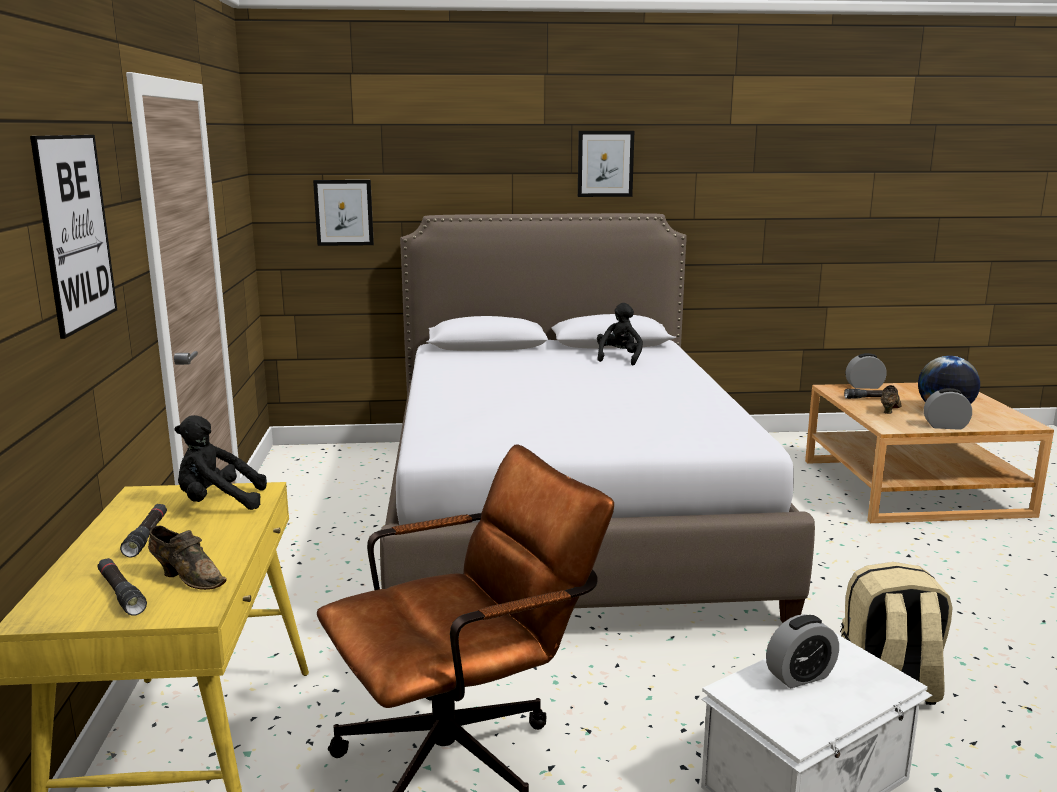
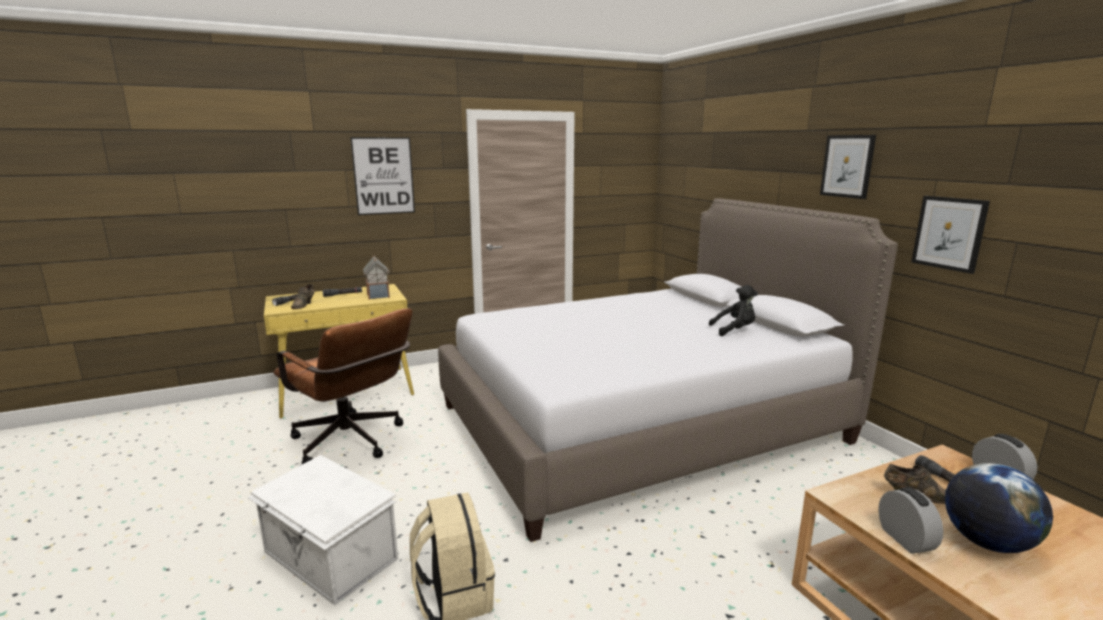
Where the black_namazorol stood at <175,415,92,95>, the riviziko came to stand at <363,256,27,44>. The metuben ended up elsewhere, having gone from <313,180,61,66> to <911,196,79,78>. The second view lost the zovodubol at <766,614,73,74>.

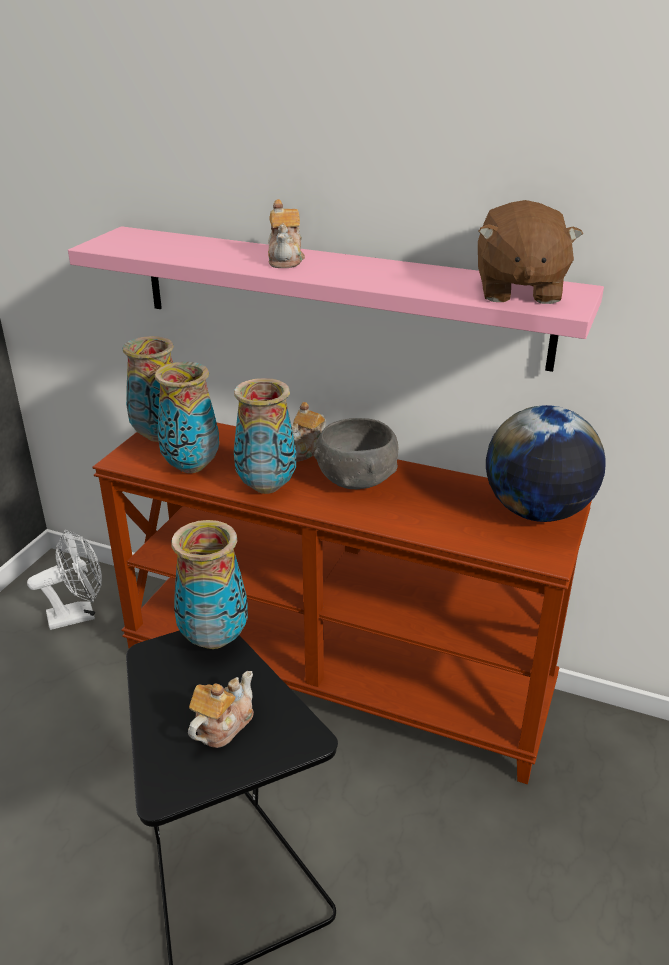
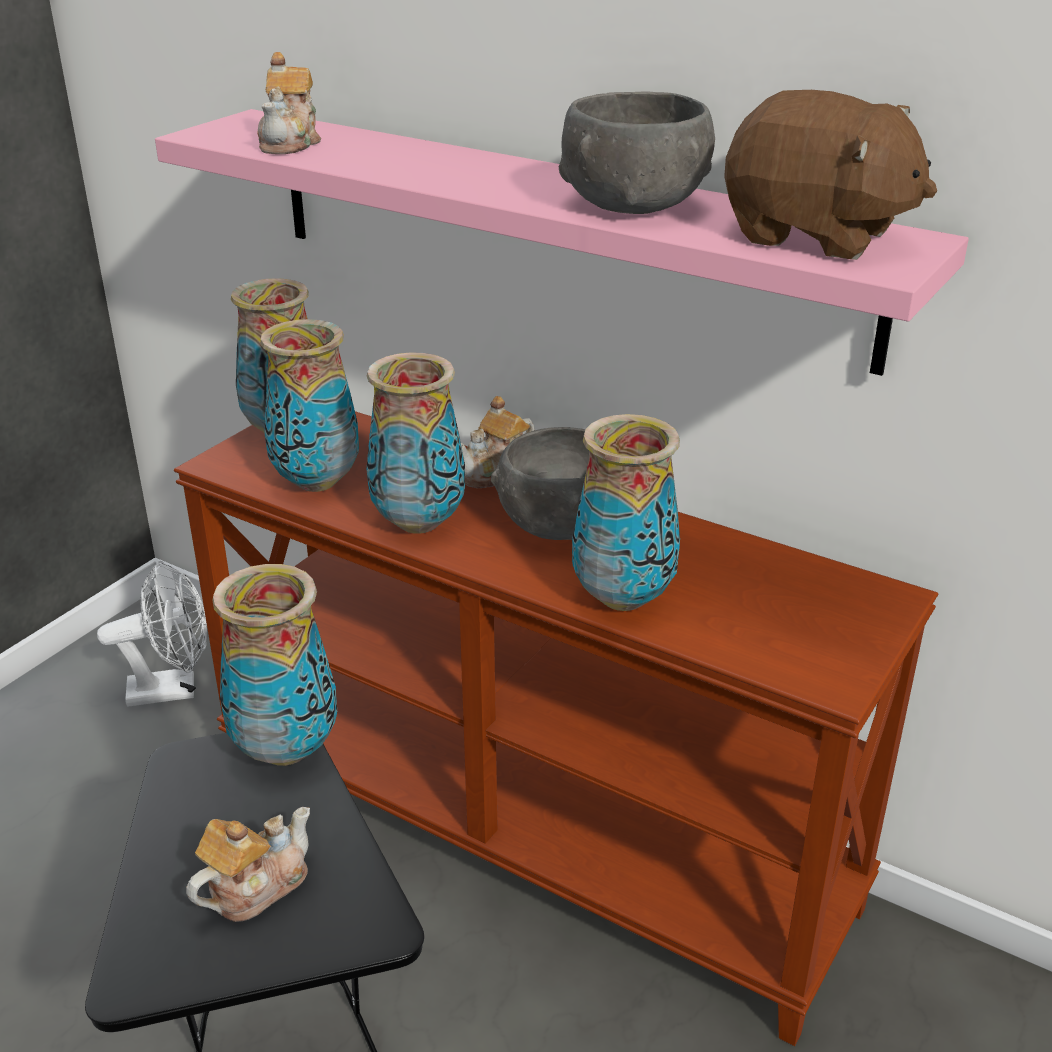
The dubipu ended up elsewhere, having gone from <268,199,37,69> to <257,52,64,102>. The second view gained the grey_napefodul at <559,91,156,123>. The second view gained the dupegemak at <572,414,108,197>. The brown_namazorol at <478,200,105,104> ended up facing another way, 75 degrees counterclockwise from before. The second view lost the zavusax at <486,405,120,117>.

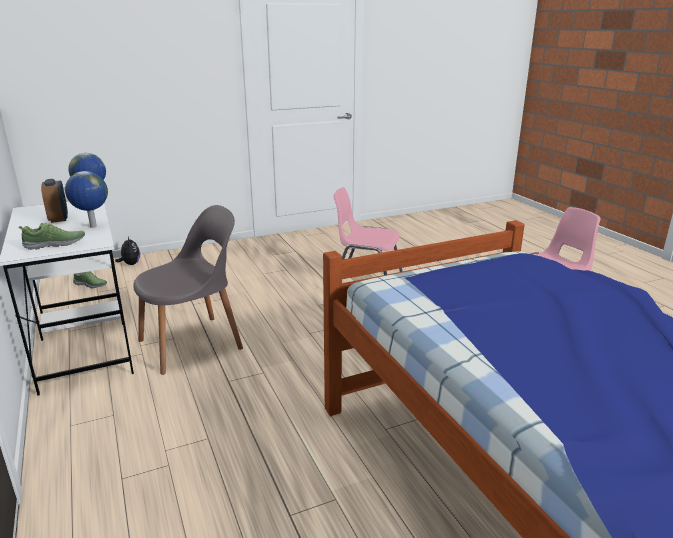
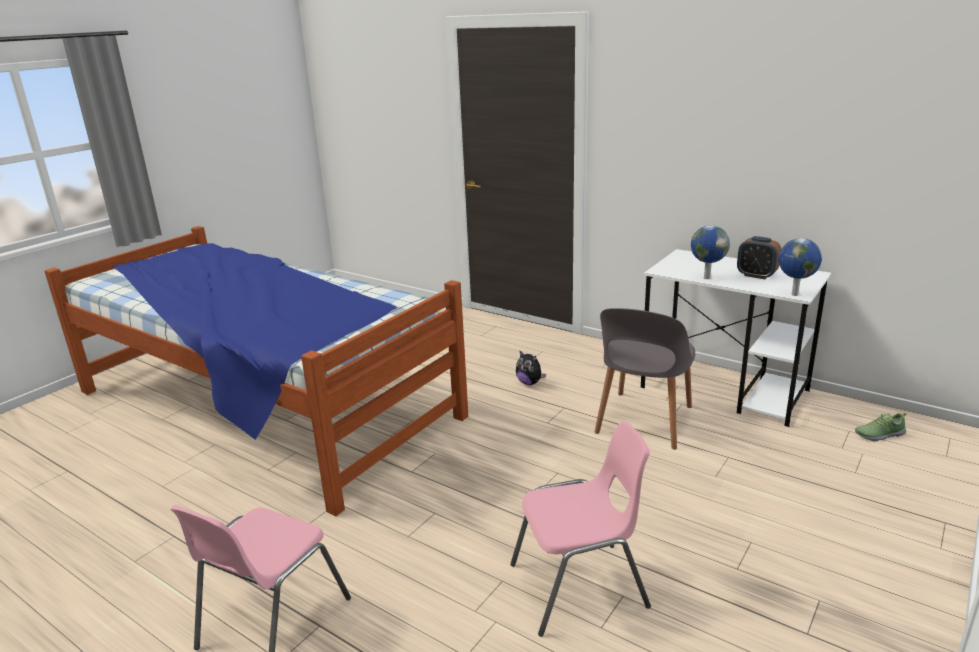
The namazorol ended up elsewhere, having gone from <115,236,25,29> to <516,350,30,35>. The second view lost the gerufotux at <19,223,66,27>.

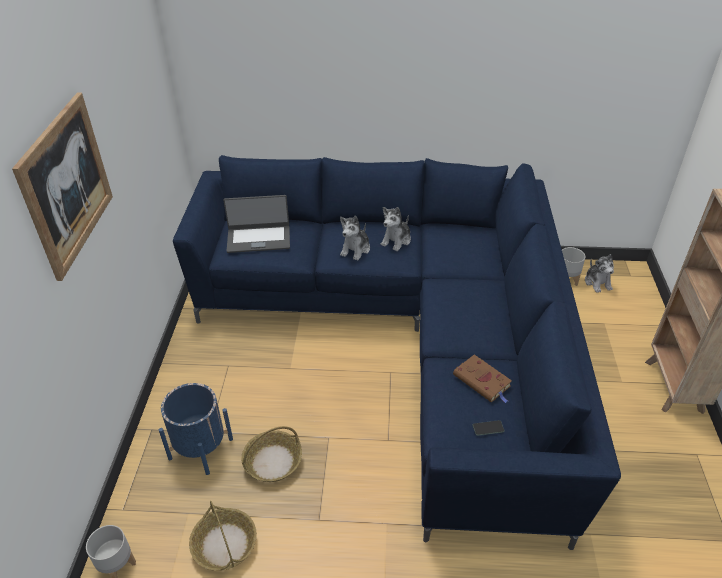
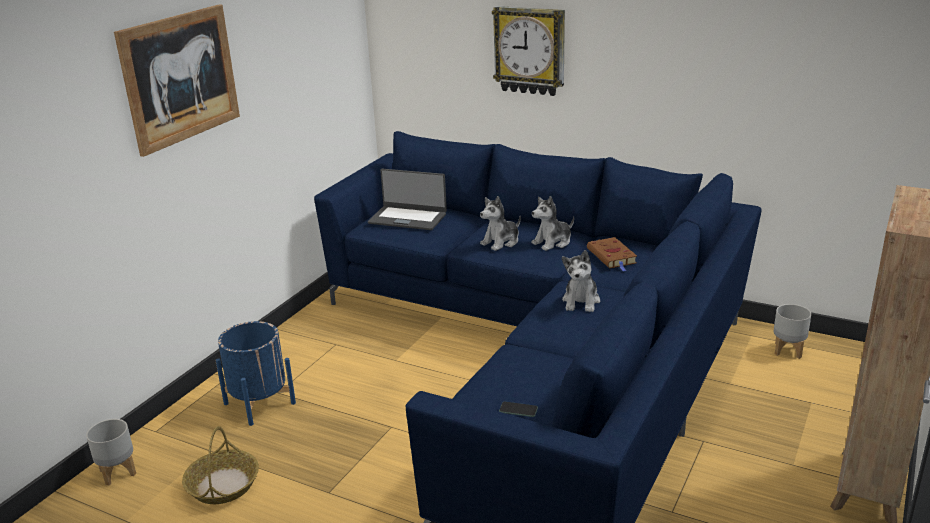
The second view gained the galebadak at <492,6,73,90>. The namazorol ended up elsewhere, having gone from <585,254,29,39> to <562,250,38,62>. The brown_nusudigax ended up elsewhere, having gone from <453,355,59,48> to <587,237,50,34>. The second view lost the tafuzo at <241,426,61,56>.

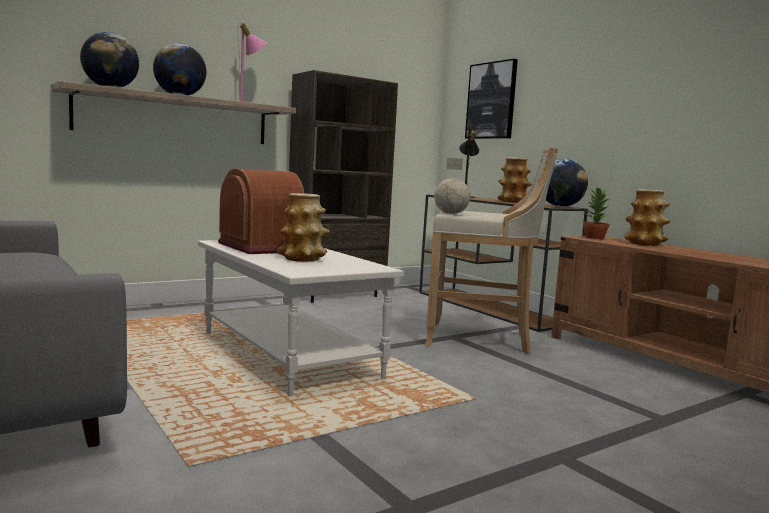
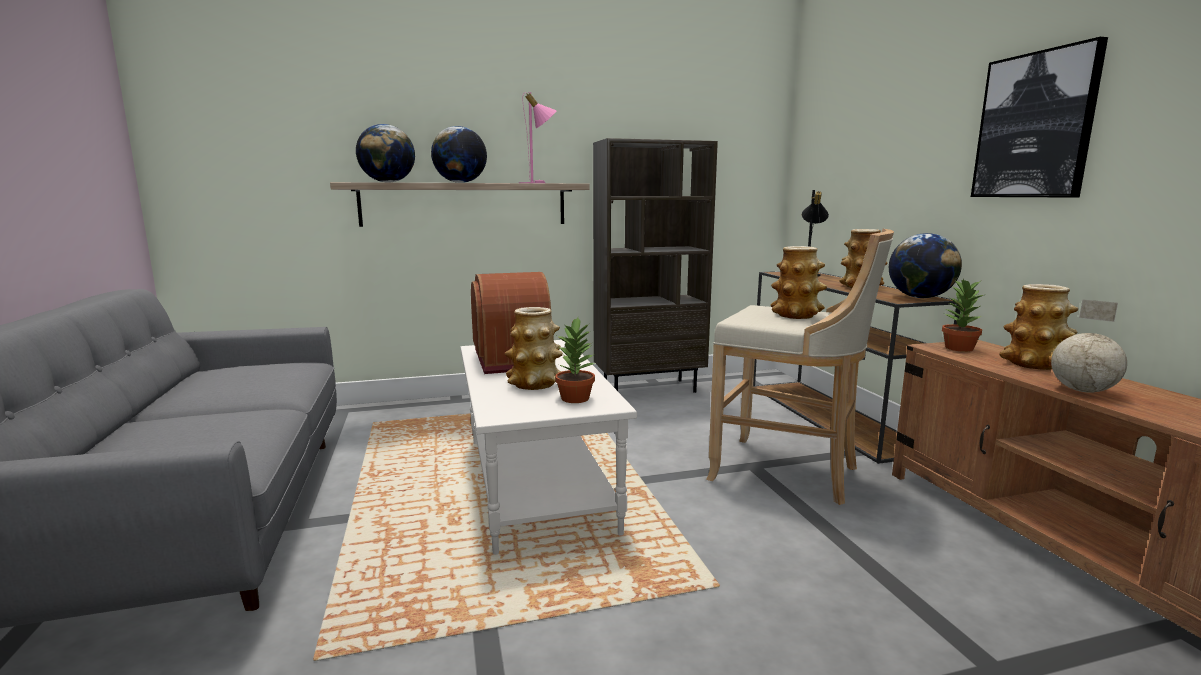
The second view gained the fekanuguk at <555,317,40,86>. The second view gained the dupegemak at <771,246,56,73>. The metuben ended up elsewhere, having gone from <465,59,53,80> to <971,37,137,160>. The zavusax ended up elsewhere, having gone from <434,158,36,56> to <1051,299,76,94>.

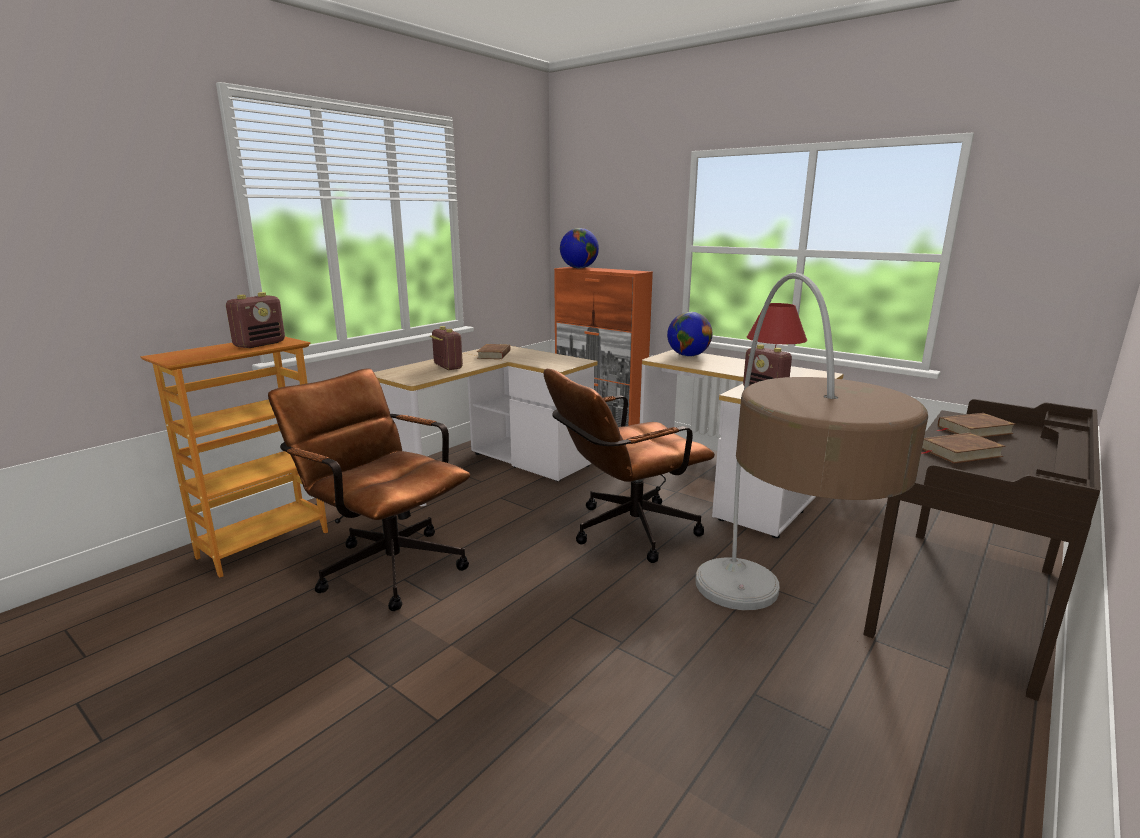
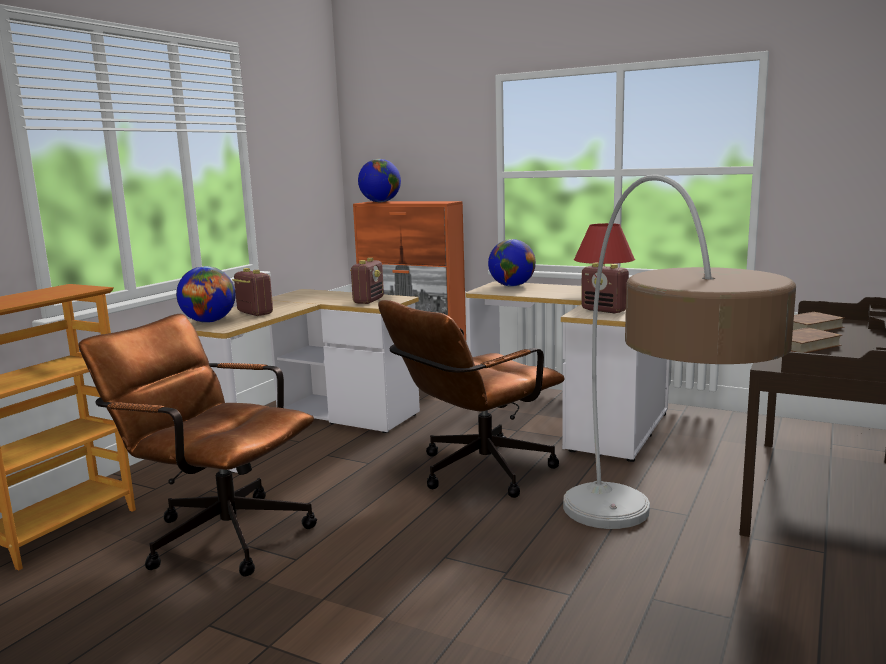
The second view gained the zavusax at <176,266,60,57>. The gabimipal ended up elsewhere, having gone from <226,292,59,56> to <350,258,34,46>. The second view lost the brown_nusudigax at <477,344,34,15>.

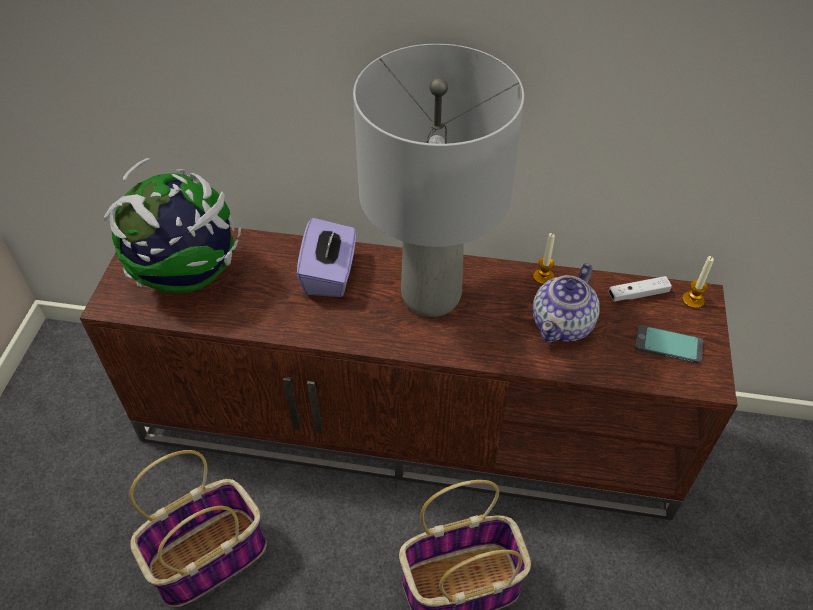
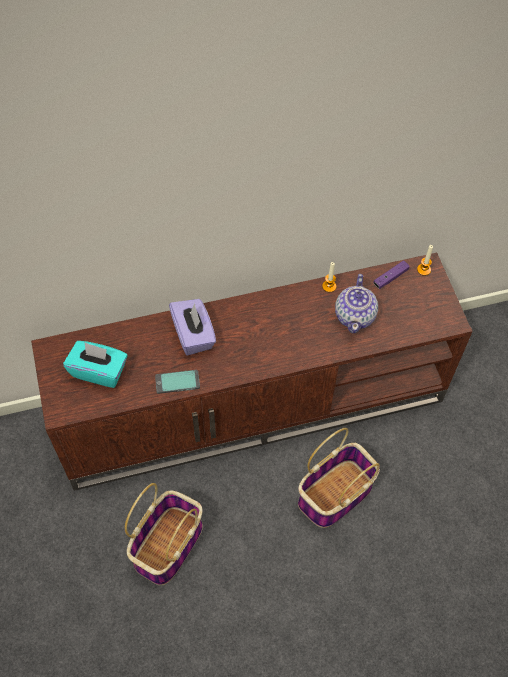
Where the zavusax stood at <103,158,138,135>, the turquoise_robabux came to stand at <63,341,64,47>. The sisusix ended up elsewhere, having gone from <635,325,68,39> to <155,370,45,24>. What was the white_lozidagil at <609,276,63,26> turned into the purple_lozidagil at <373,260,37,29>. The second view lost the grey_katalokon at <353,44,171,273>.

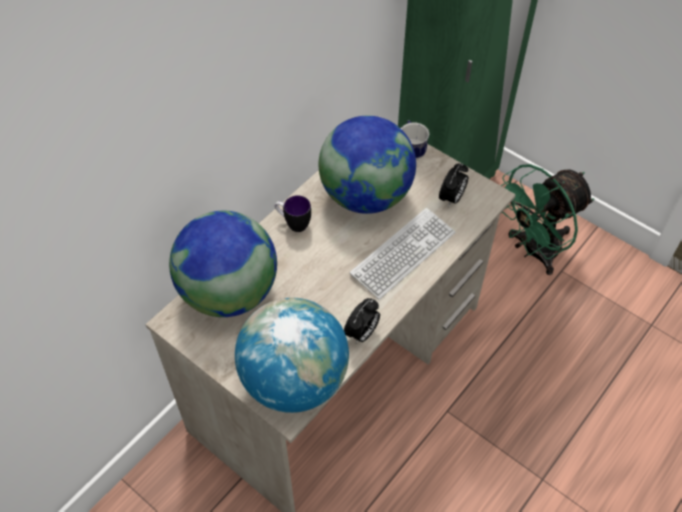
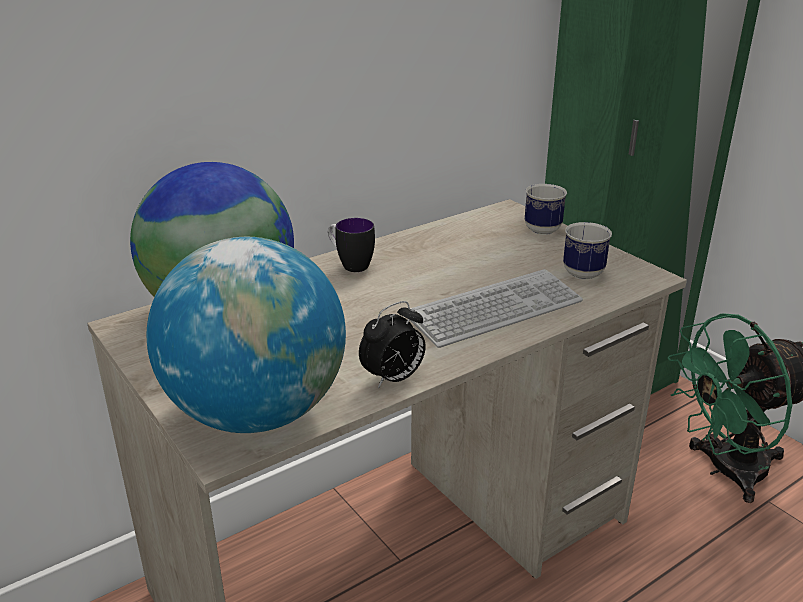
Where the zovodubol stood at <439,163,29,44>, the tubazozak came to stand at <563,222,49,58>. The second view lost the zavusax at <319,116,97,98>.

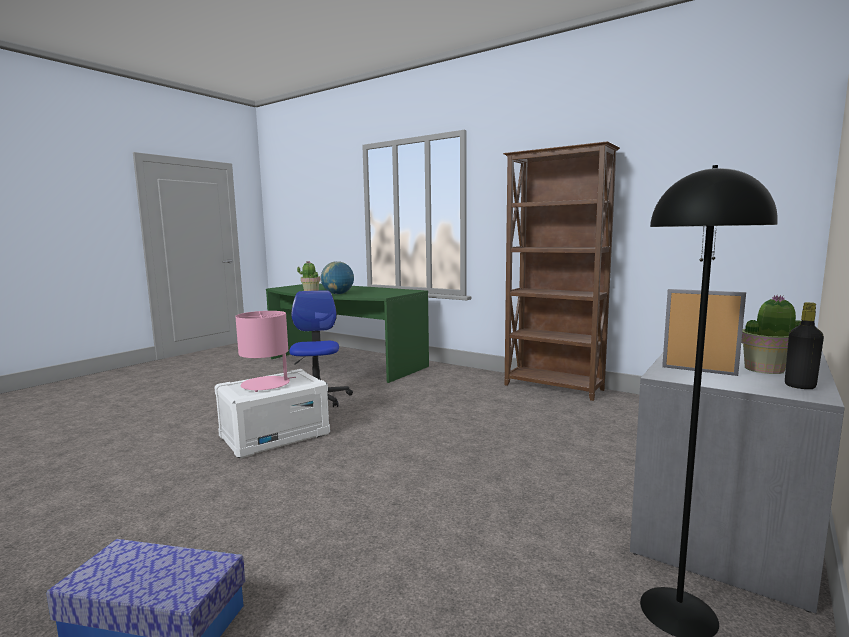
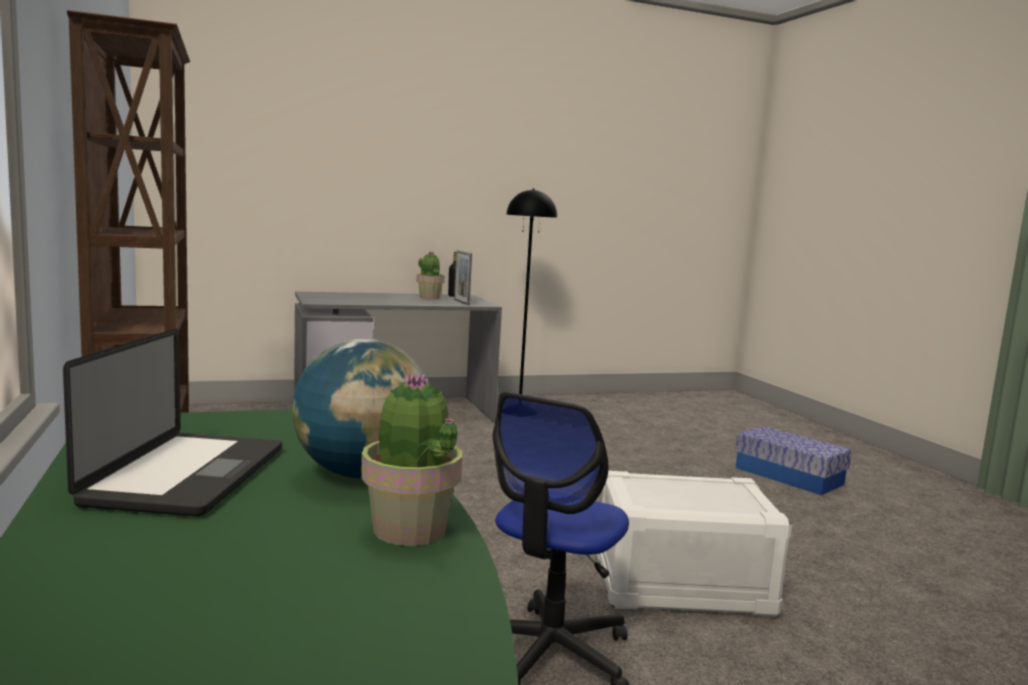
The second view gained the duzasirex at <63,328,219,189>. The second view lost the pink_katalokon at <235,311,61,81>.

